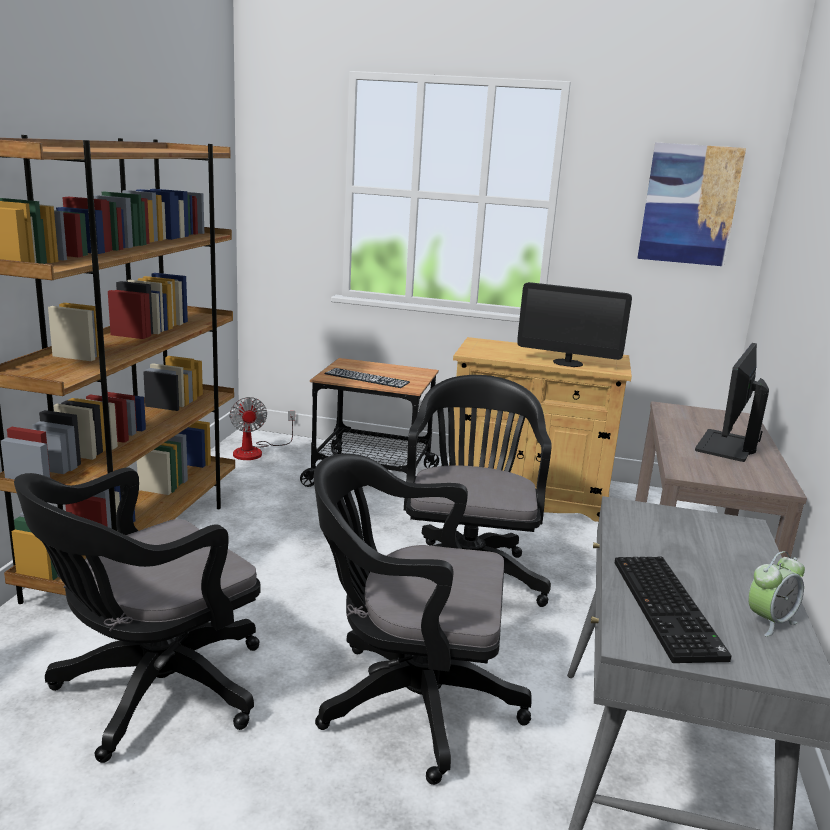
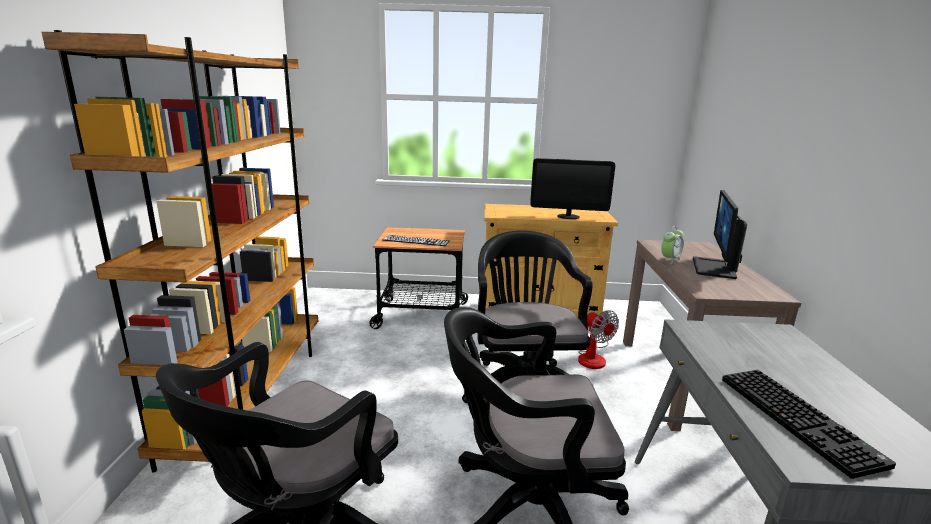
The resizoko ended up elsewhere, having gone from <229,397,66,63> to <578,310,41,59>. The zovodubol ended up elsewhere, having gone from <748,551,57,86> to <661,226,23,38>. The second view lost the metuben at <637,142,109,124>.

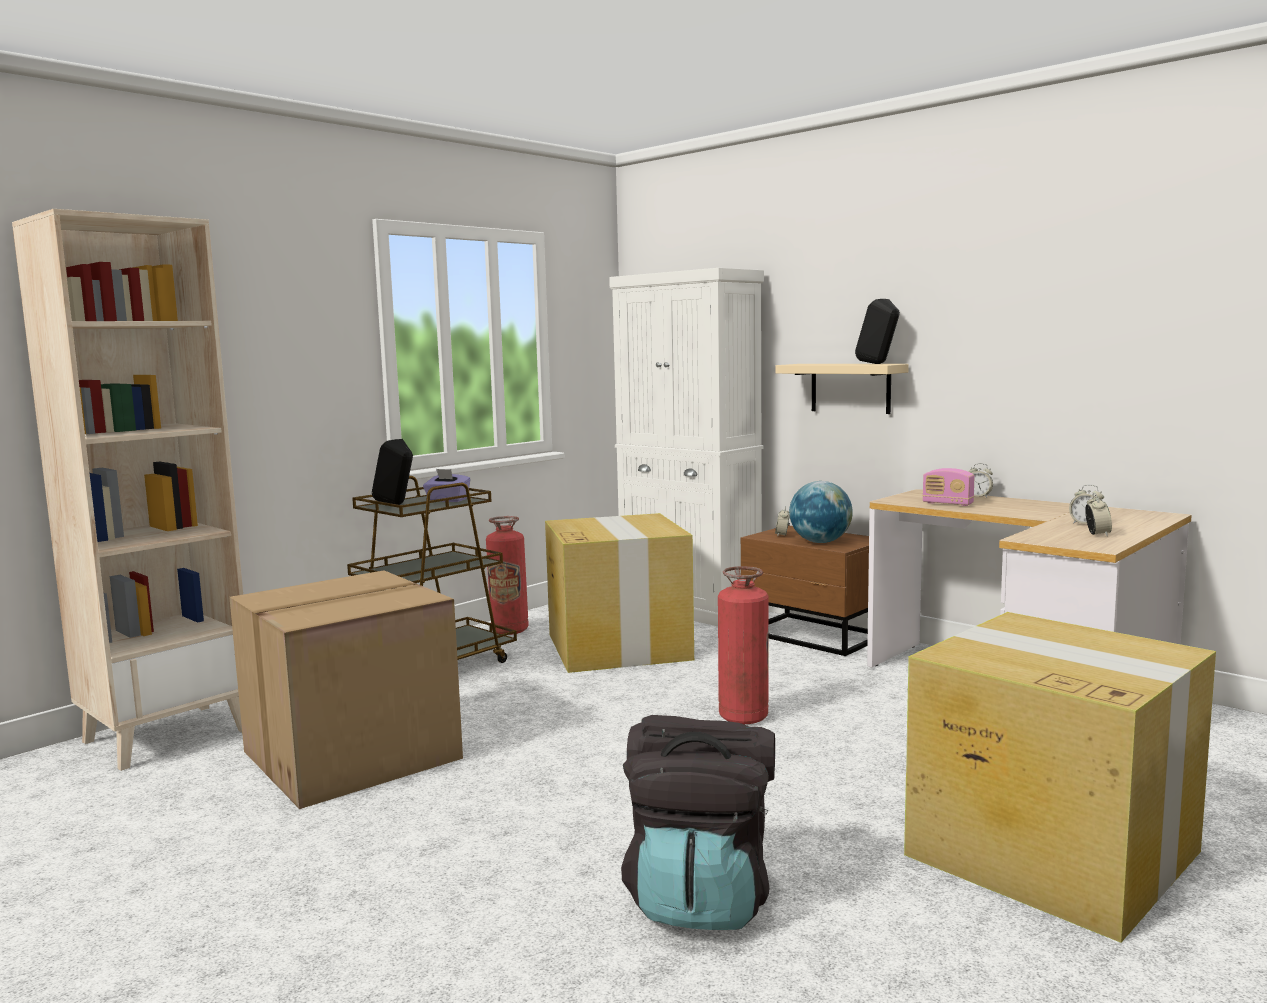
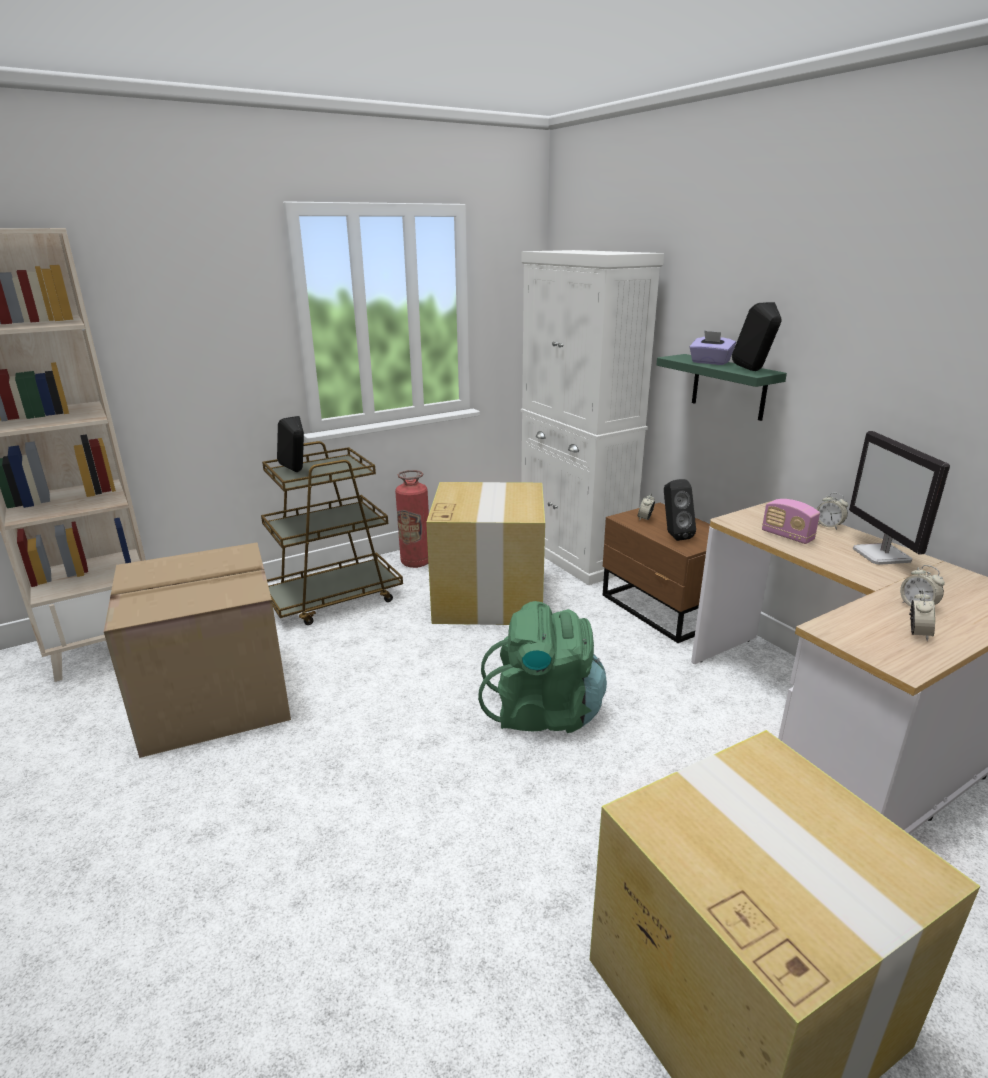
Where the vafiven stood at <718,566,51,158>, the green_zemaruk came to stand at <478,601,129,132>. What was the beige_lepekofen at <775,364,134,50> turned into the green_lepekofen at <656,354,131,67>. Where the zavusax stood at <789,481,64,62>, the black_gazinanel came to stand at <664,479,32,62>. The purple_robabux ended up elsewhere, having gone from <423,469,48,33> to <689,331,47,34>. The second view gained the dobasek at <849,431,101,134>. The second view lost the black_zemaruk at <621,715,154,215>.

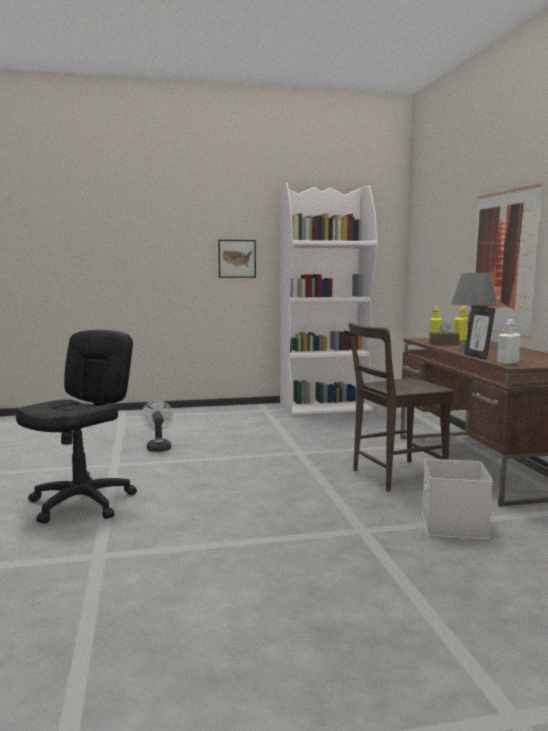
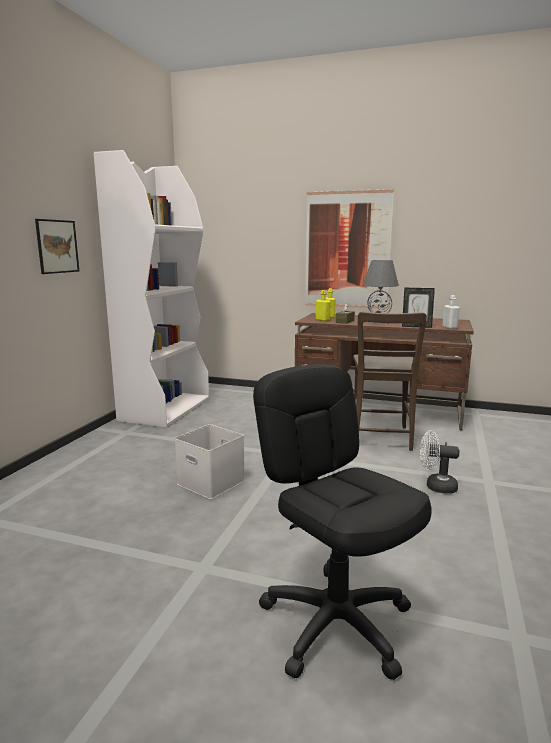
The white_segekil ended up elsewhere, having gone from <422,459,71,80> to <174,424,71,75>. The white_resizoko ended up elsewhere, having gone from <141,400,32,52> to <420,430,39,64>.

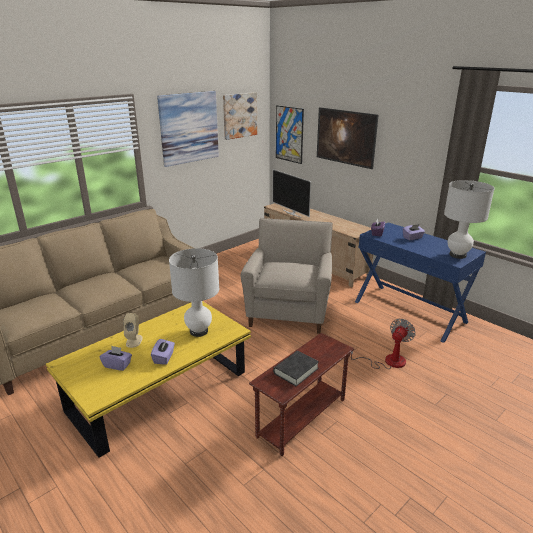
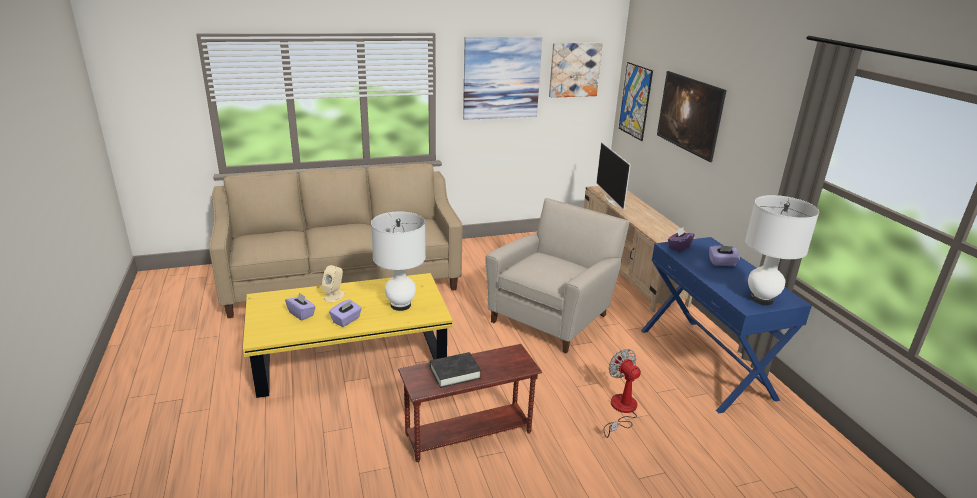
The resizoko at <350,319,66,50> ended up facing another way, 90 degrees counterclockwise from before.

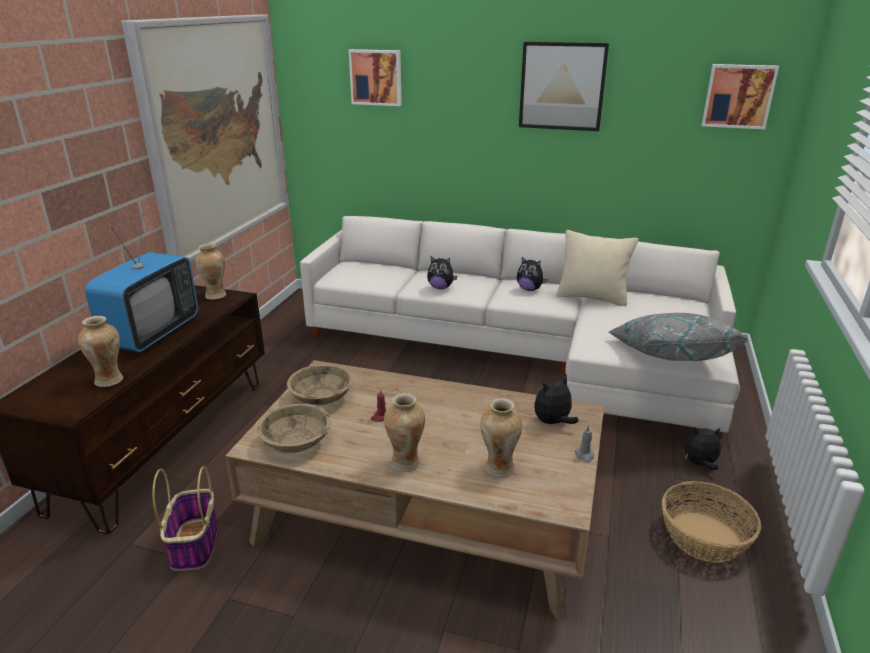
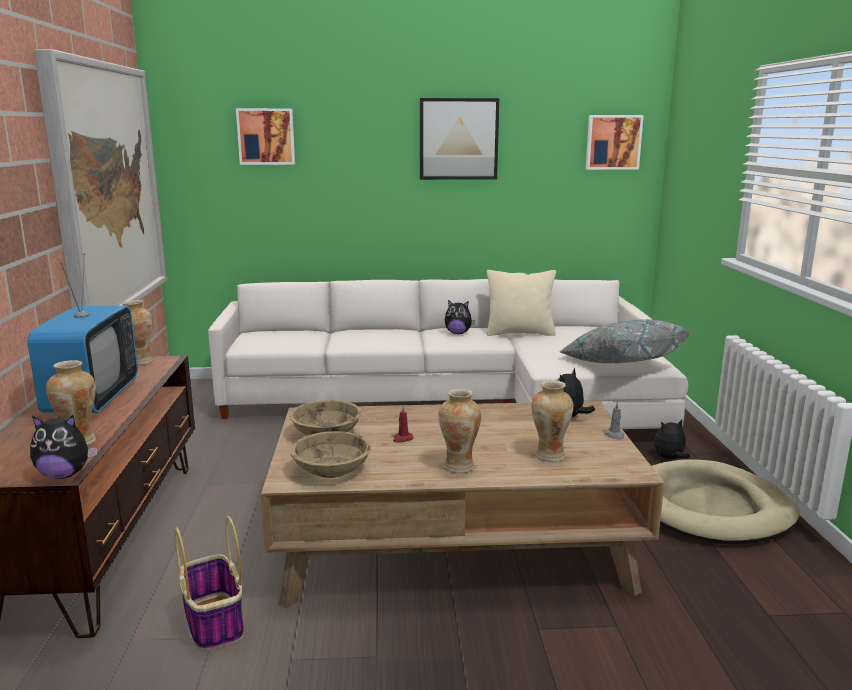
The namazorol ended up elsewhere, having gone from <427,256,30,33> to <30,415,67,64>. Where the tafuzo stood at <662,481,99,82>, the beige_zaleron came to stand at <652,459,148,86>.

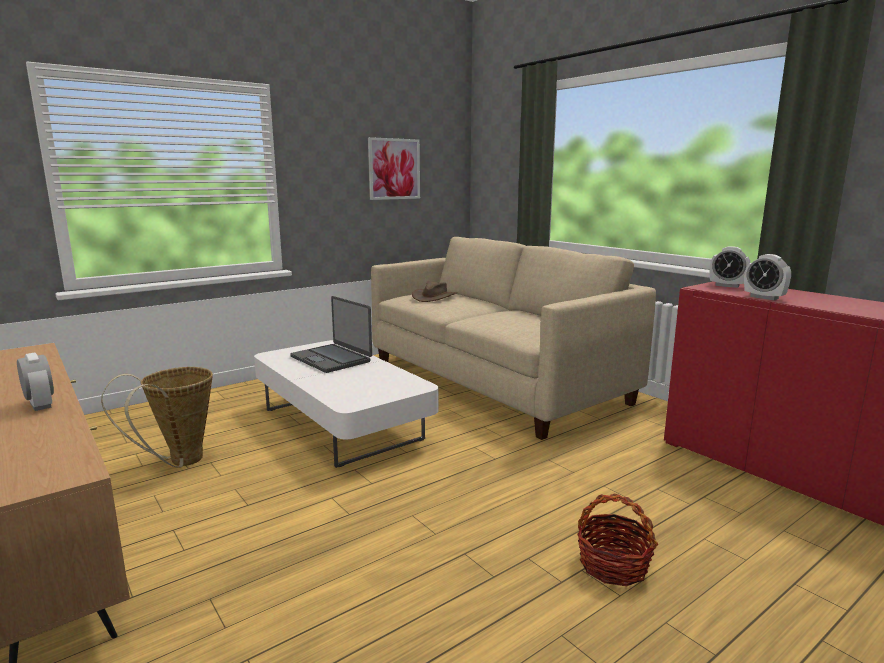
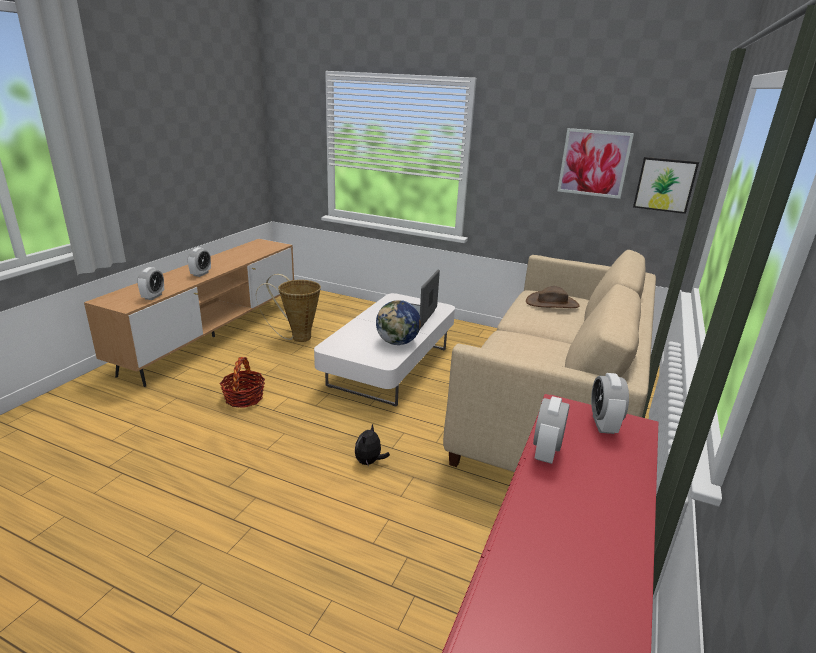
The second view gained the zovodubol at <137,267,27,33>. The tafuzo ended up elsewhere, having gone from <577,494,81,92> to <220,357,45,51>. The second view gained the namazorol at <355,424,35,42>. The second view gained the zavusax at <376,300,45,45>. The second view gained the metuben at <633,157,66,57>.

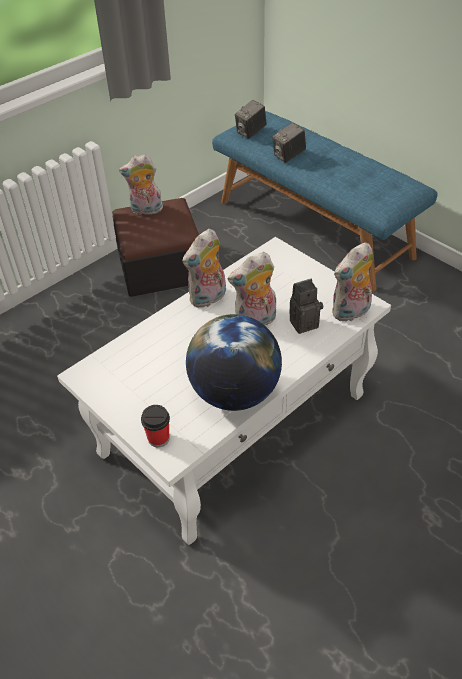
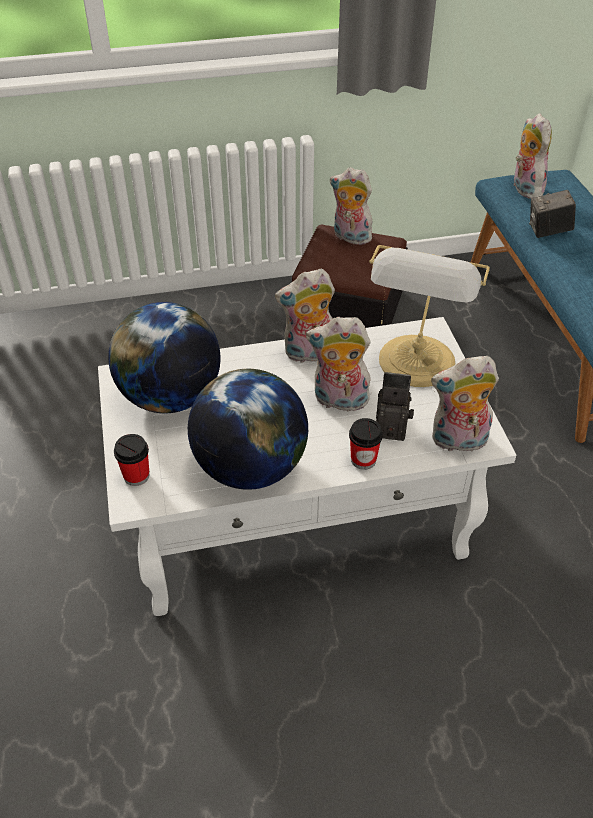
The second view gained the zavusax at <108,302,113,111>. The second view gained the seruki at <349,418,34,52>. The second view gained the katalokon at <369,245,121,142>. Where the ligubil stood at <235,100,32,39>, the namazorol came to stand at <513,113,39,86>.

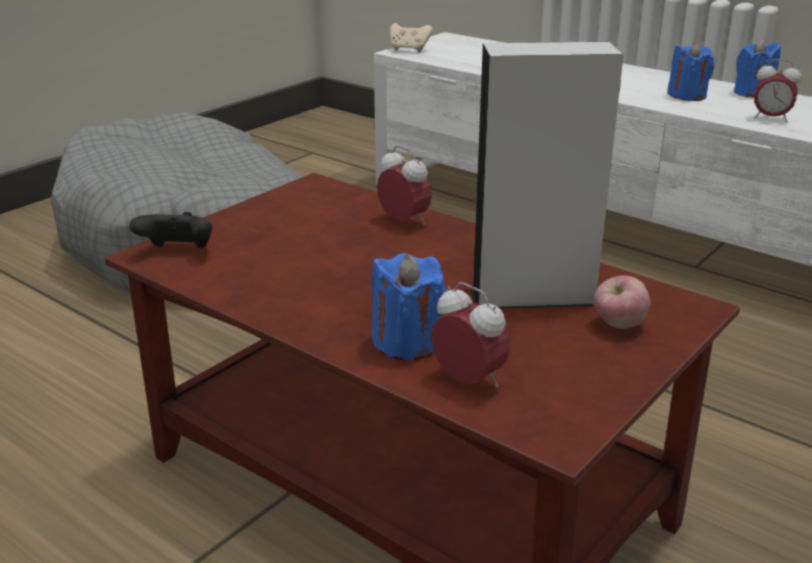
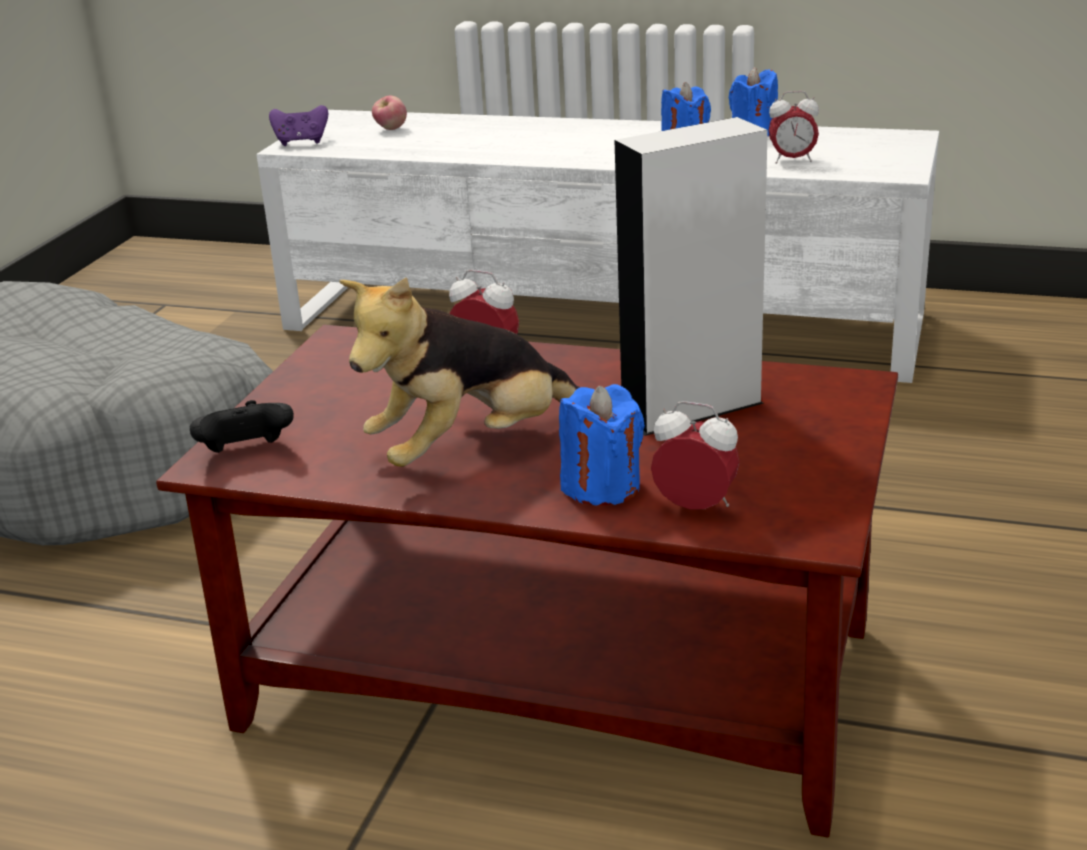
What was the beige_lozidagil at <390,23,43,29> turned into the purple_lozidagil at <269,105,59,41>. The second view gained the namazorol at <339,277,242,190>. The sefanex ended up elsewhere, having gone from <594,275,57,54> to <372,96,35,34>.

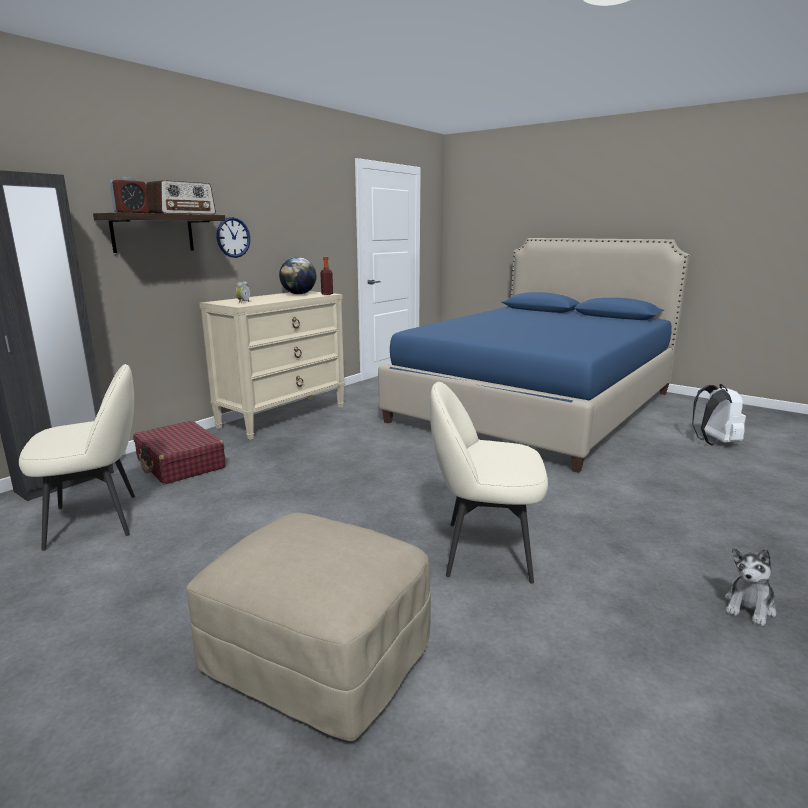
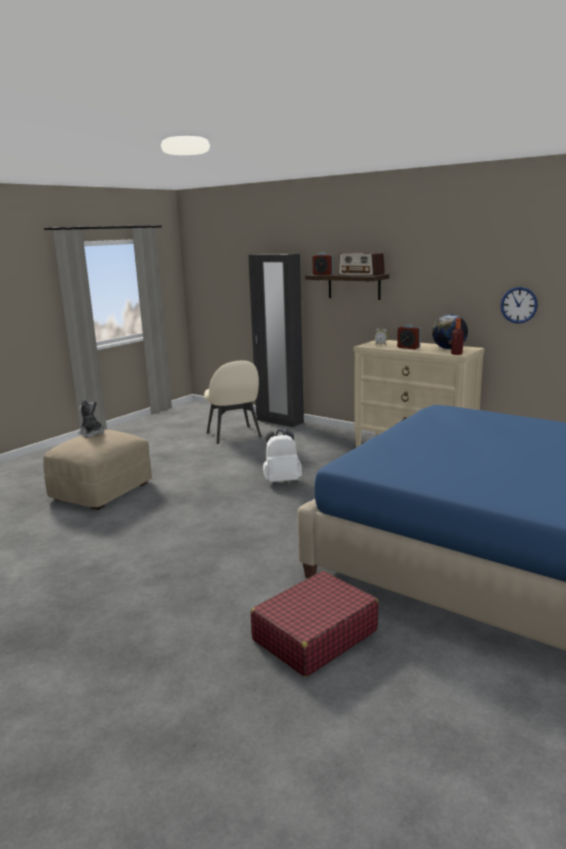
The namazorol ended up elsewhere, having gone from <724,548,52,78> to <78,399,26,38>. The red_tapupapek ended up elsewhere, having gone from <133,421,93,64> to <251,571,128,106>. The white_zemaruk ended up elsewhere, having gone from <692,384,54,61> to <263,429,39,53>. The second view gained the zovodubol at <397,325,24,24>. The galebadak ended up elsewhere, having gone from <217,217,33,41> to <500,287,38,36>. The second view lost the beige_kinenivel at <430,382,118,202>.

